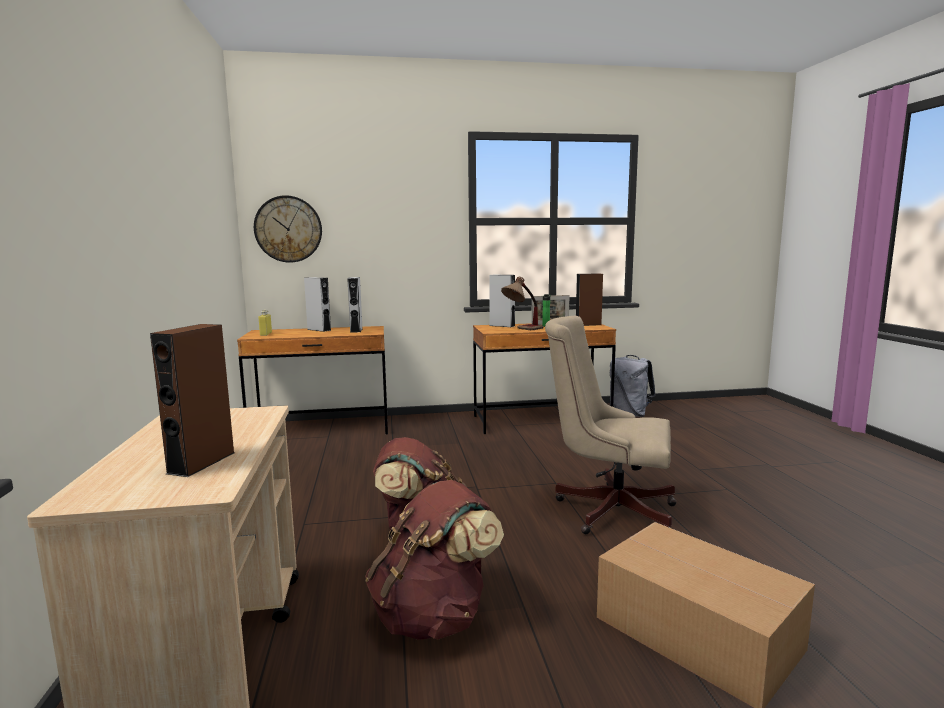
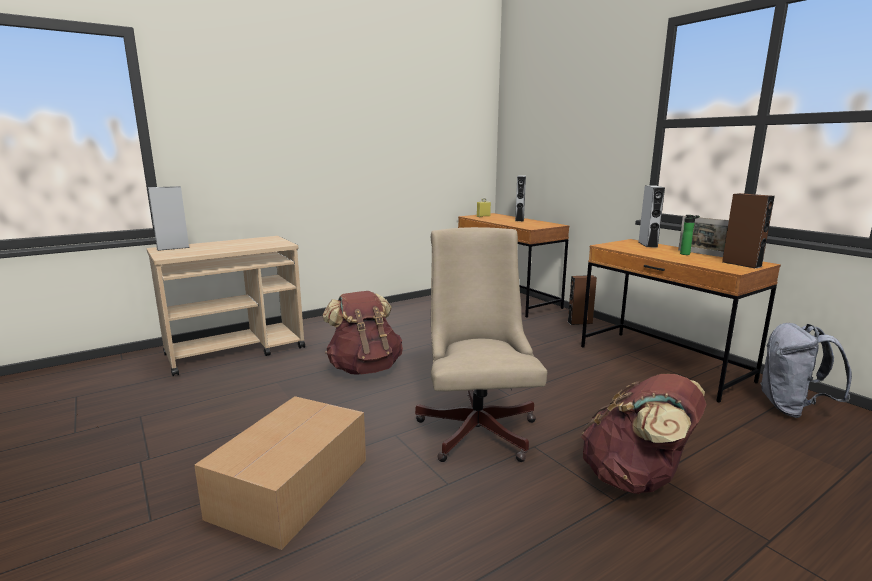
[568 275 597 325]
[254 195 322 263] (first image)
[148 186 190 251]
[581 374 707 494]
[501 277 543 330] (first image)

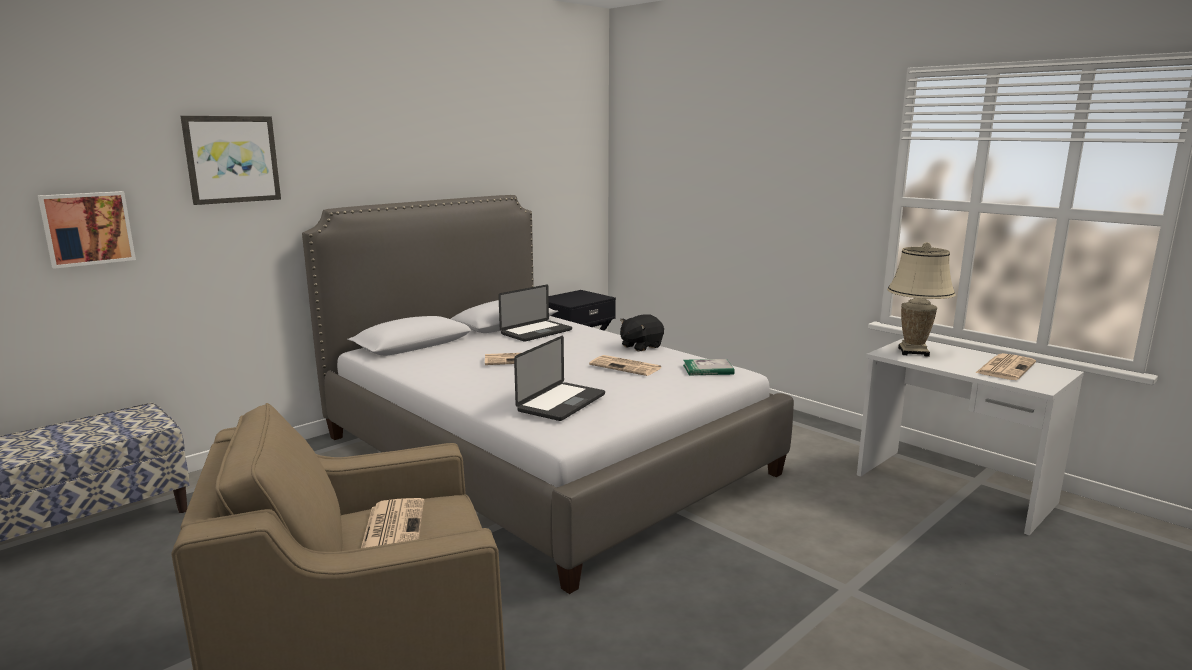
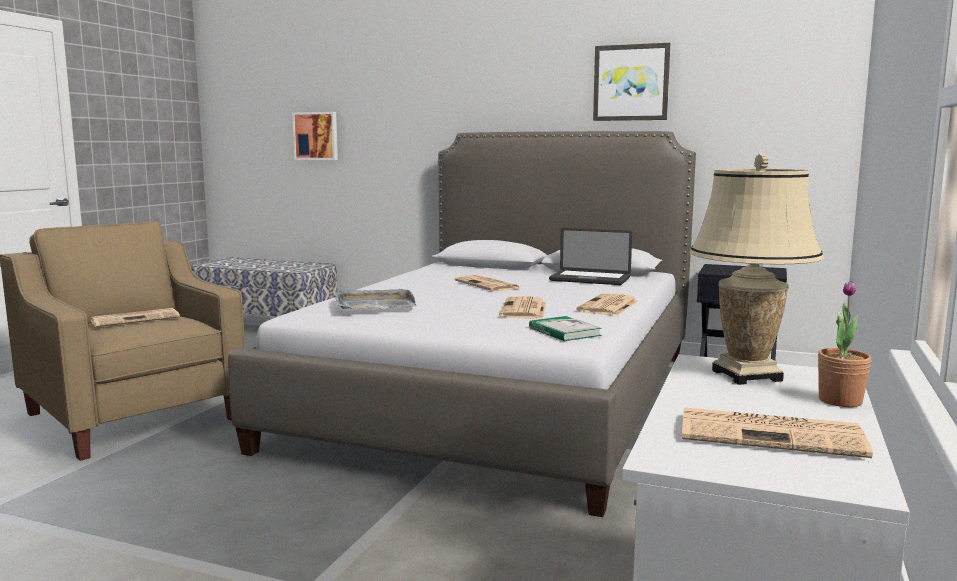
[593 43 670 121]
[335 289 417 309]
[576 293 638 315]
[818 281 872 407]

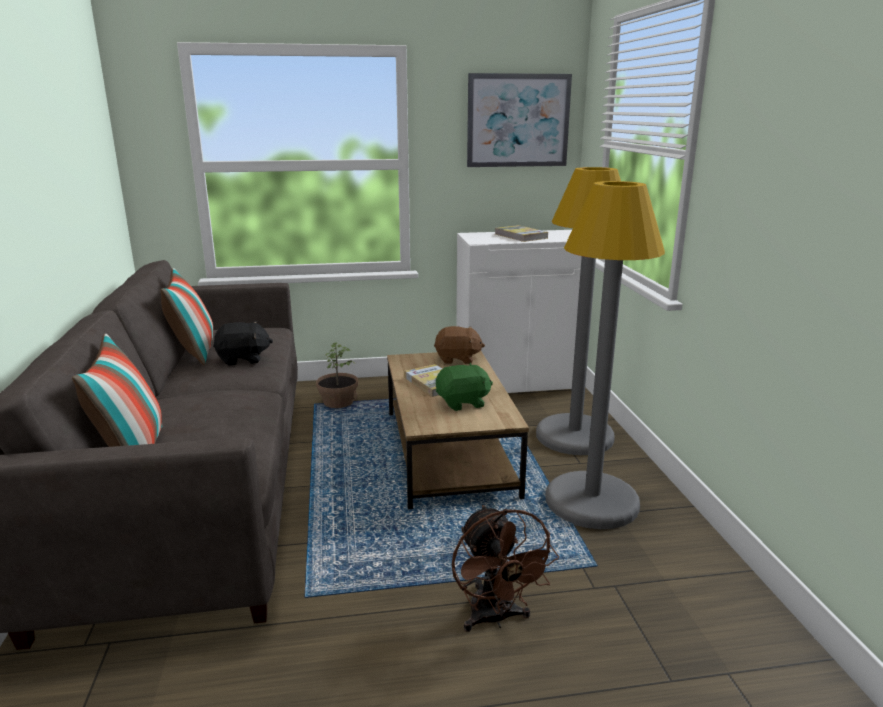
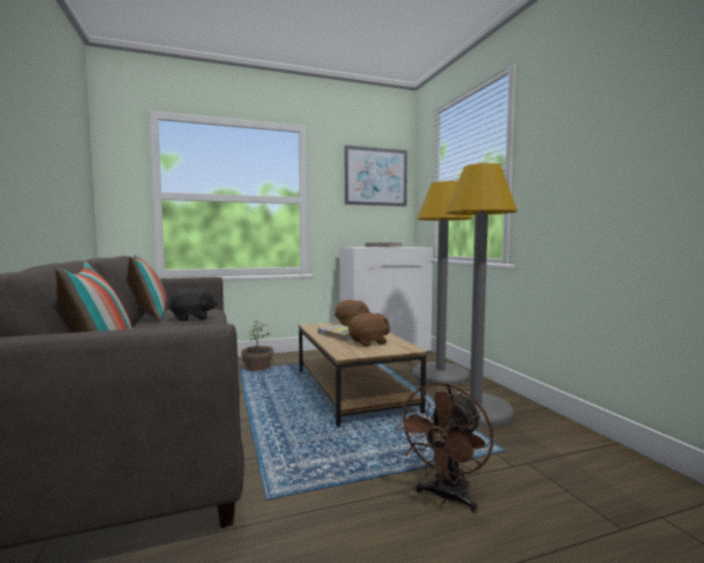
[348 313 390 346]
[396 383 493 513]

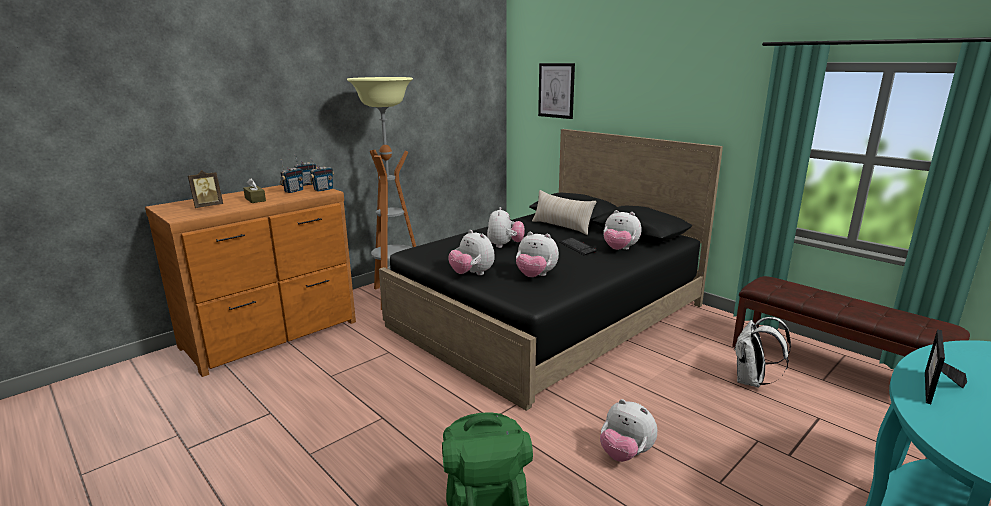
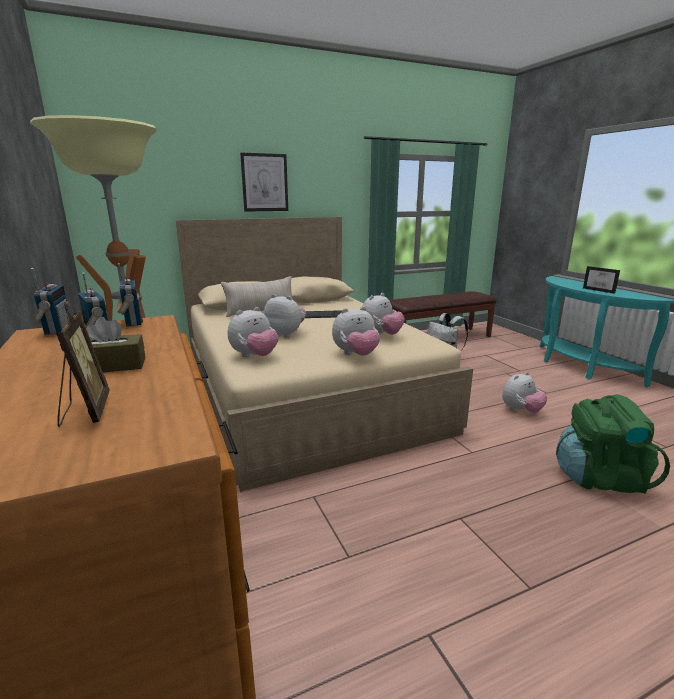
[176 217 473 492]
[240 153 288 212]
[228 307 279 357]

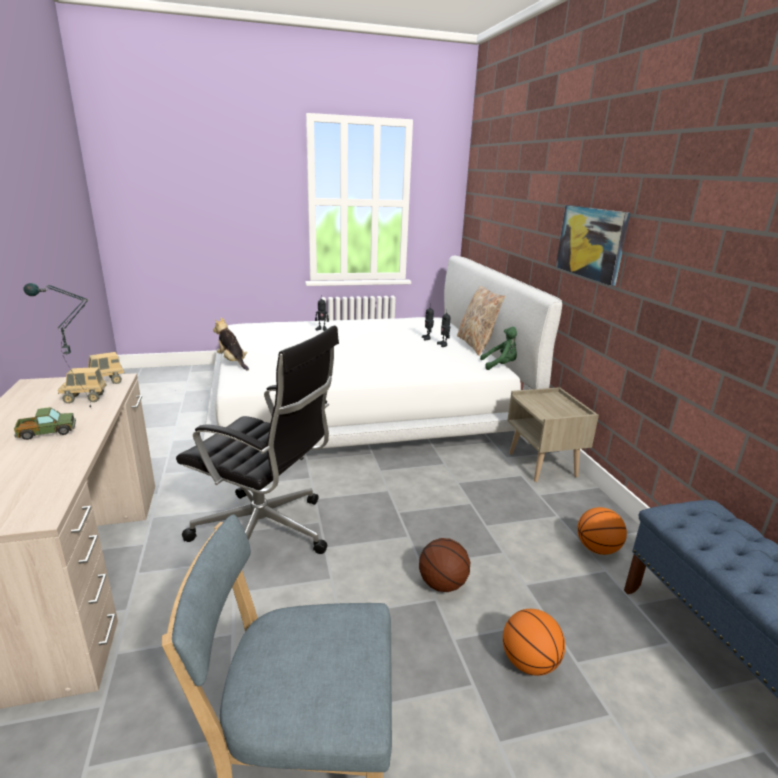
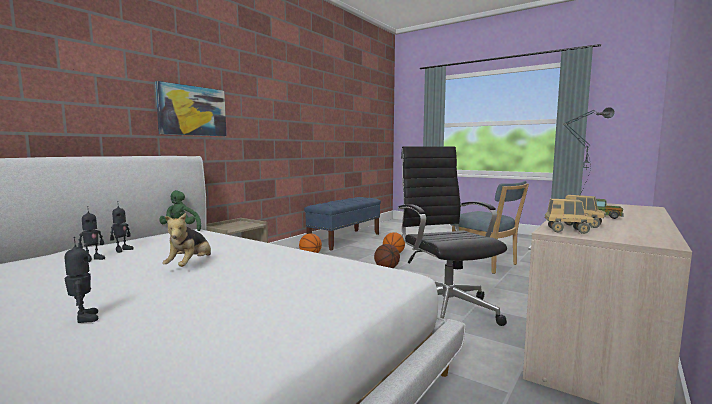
[162 213 211 267]
[457 286 506 356] (first image)

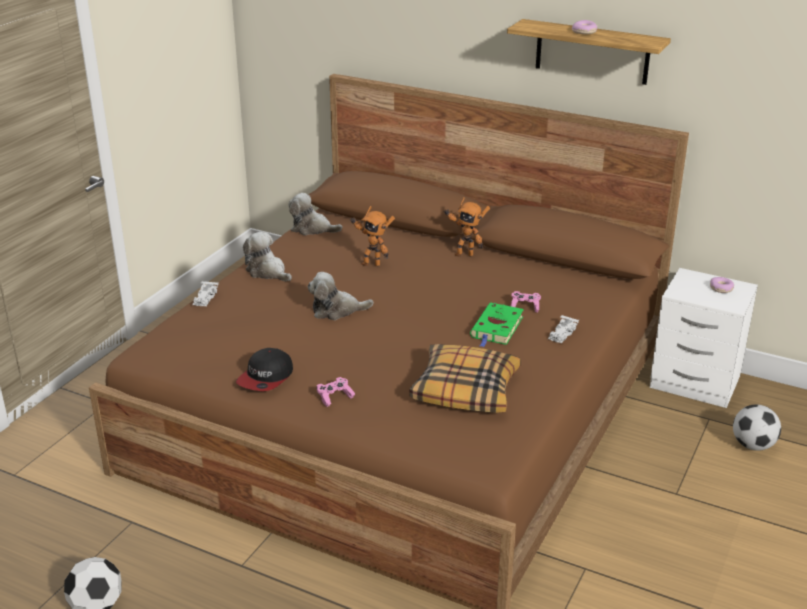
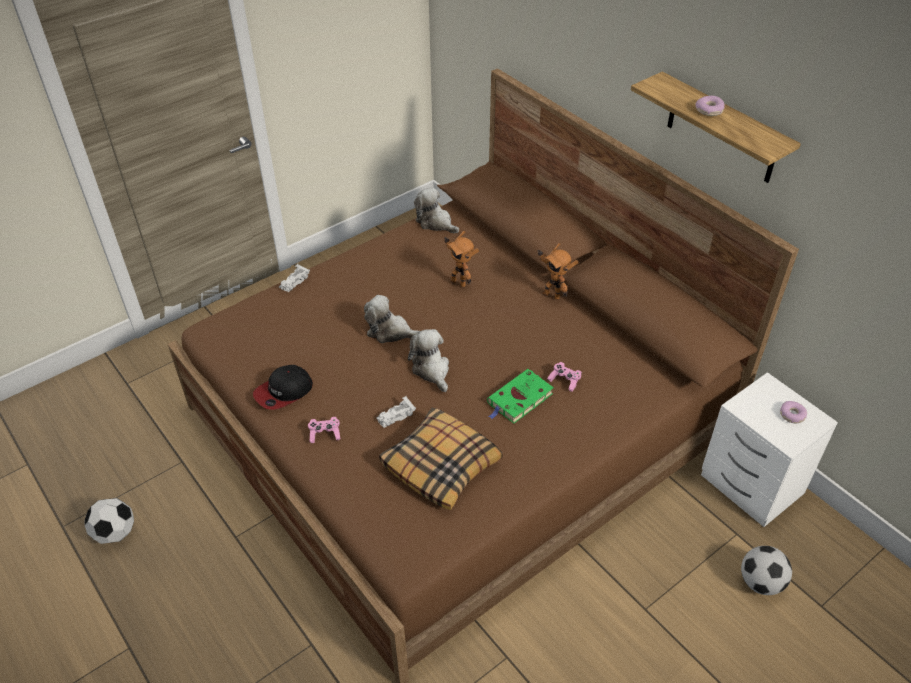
[408 329 449 392]
[376 396 416 428]

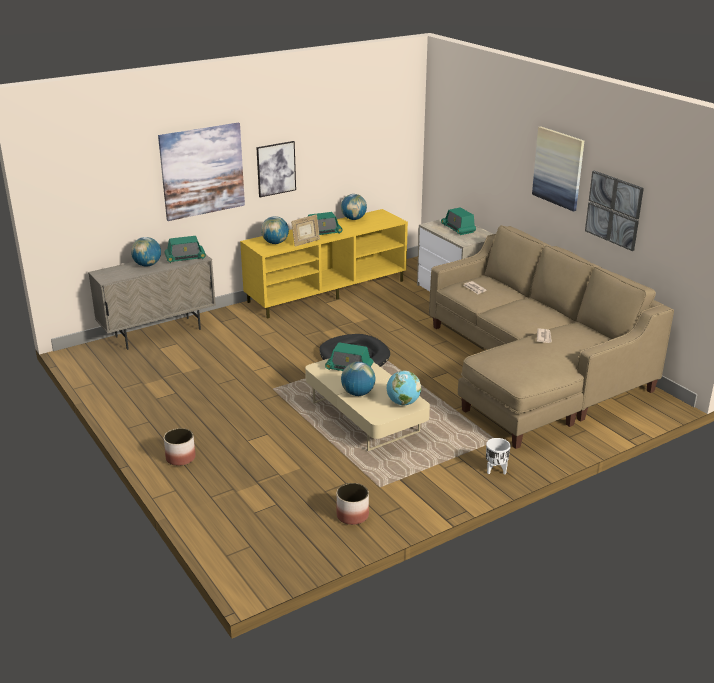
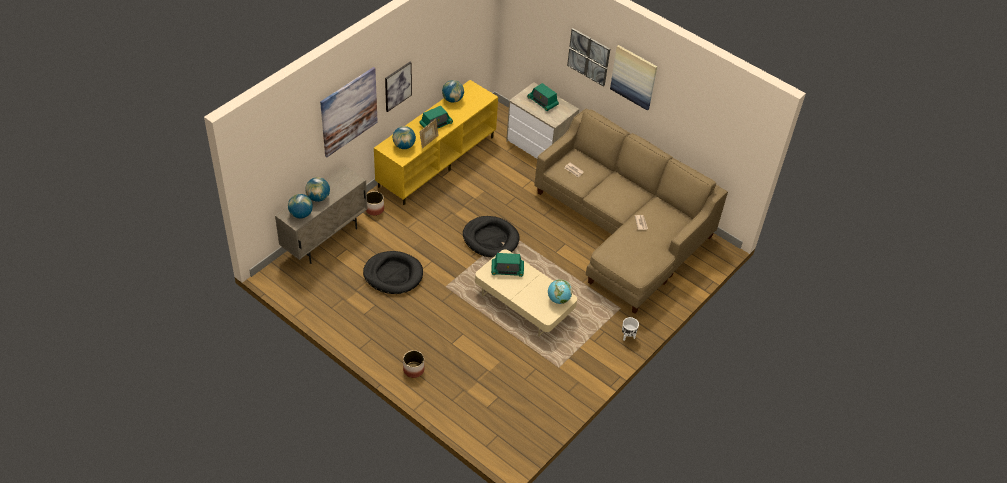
[164 236 206 263] (first image)
[366 191 384 216]
[288 194 313 218]
[567 28 610 87]
[363 251 423 294]

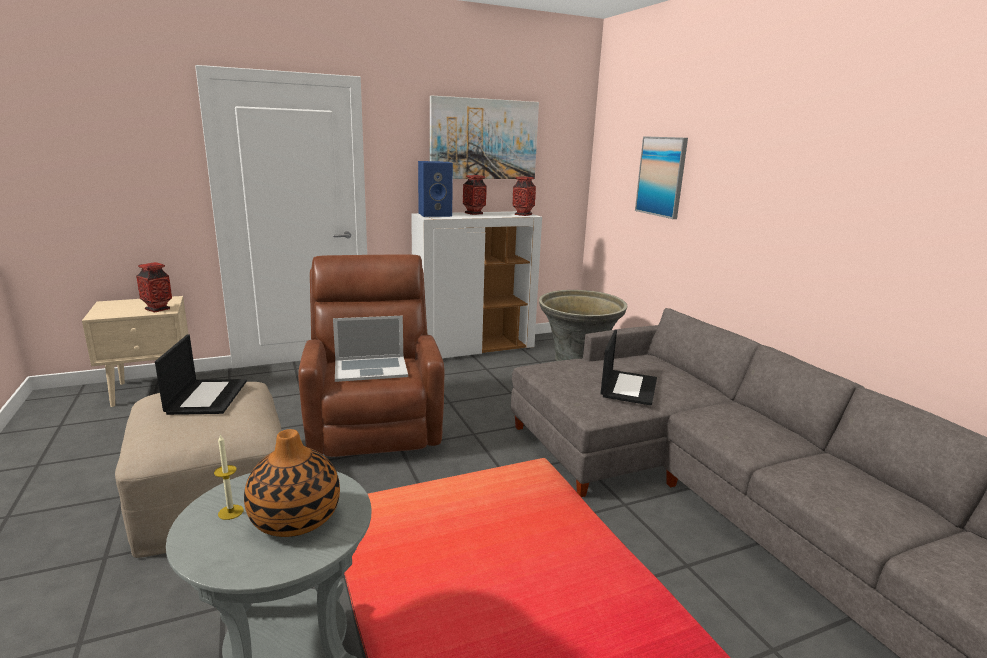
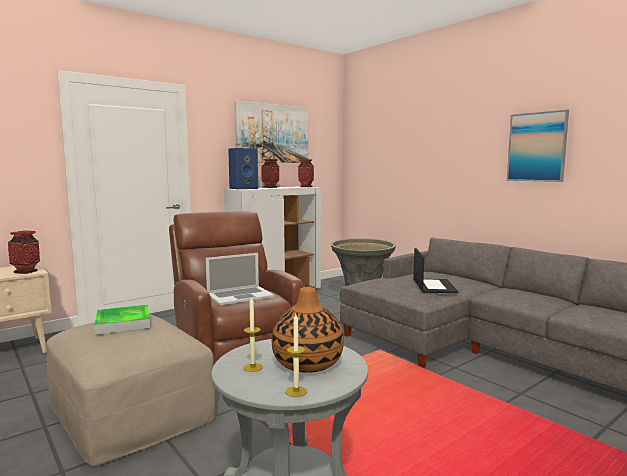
[94 305 150 335]
[507 110 569 182]
[285 314 307 397]

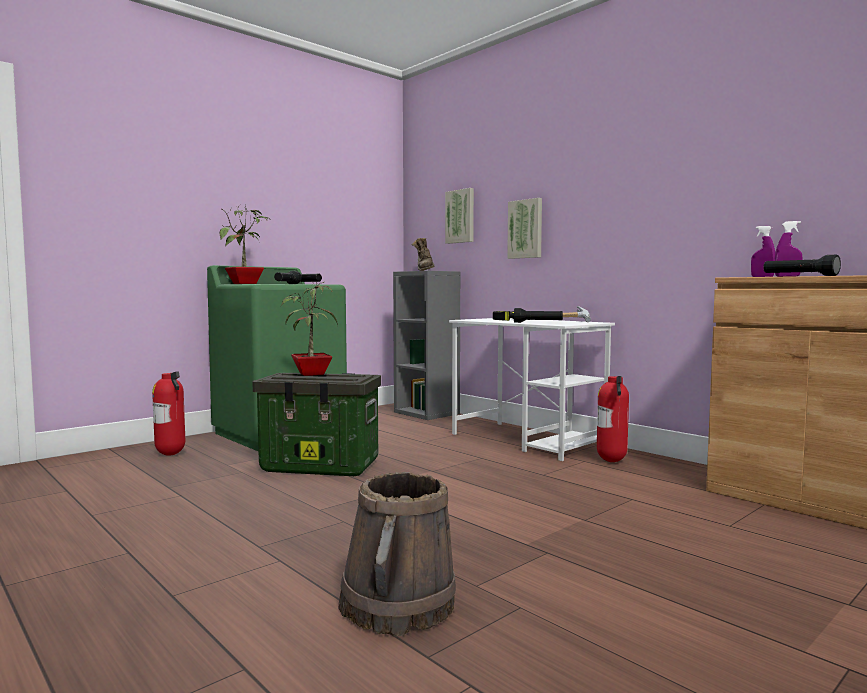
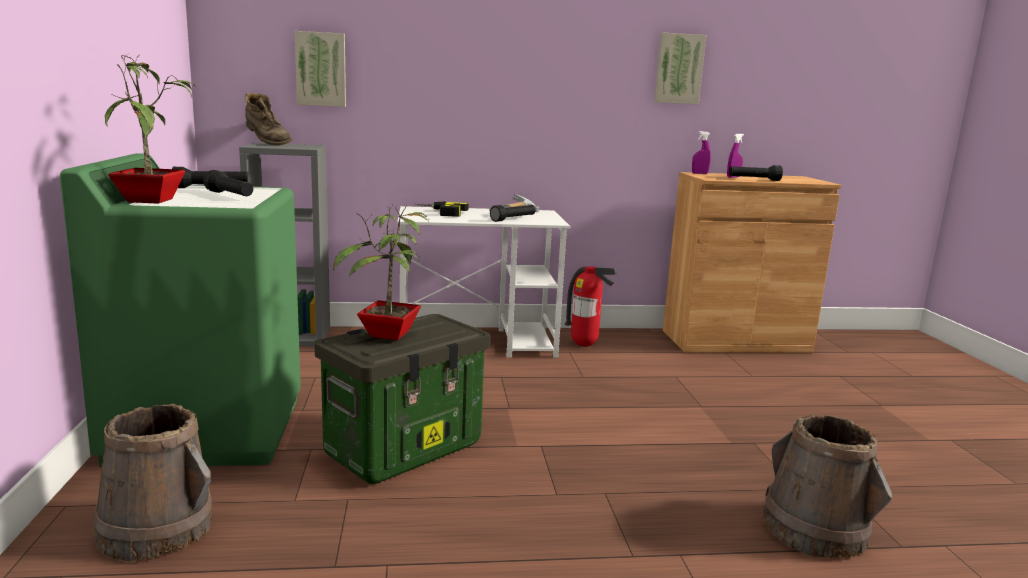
[93 404 212 562]
[654 33 706 104]

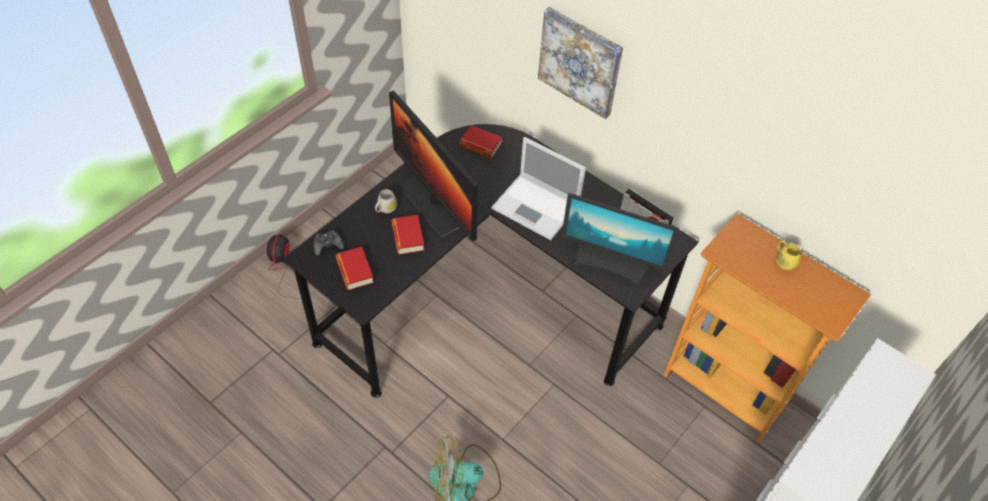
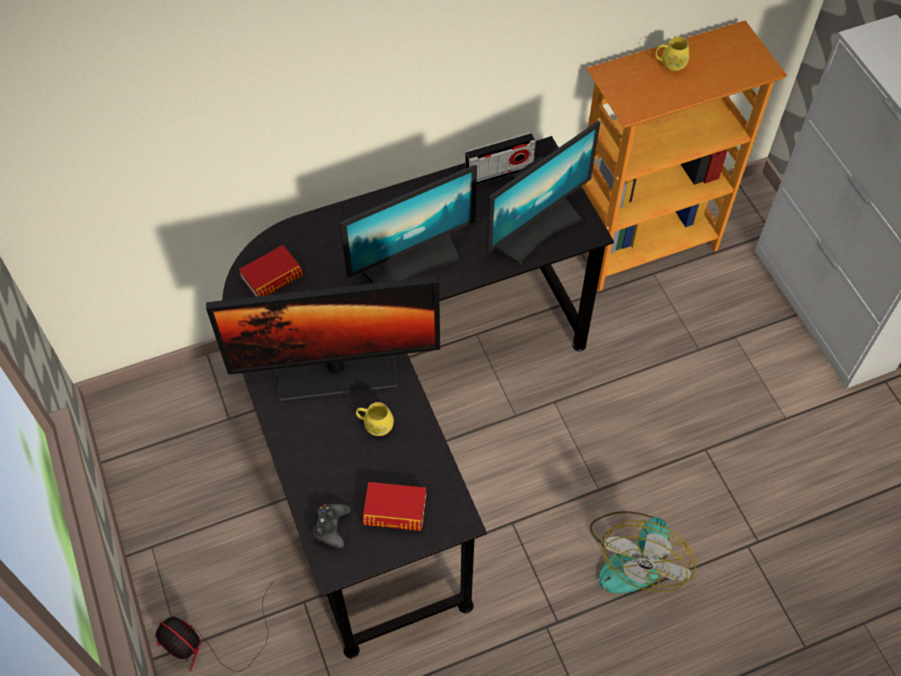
[375 189 397 213] (first image)
[356 402 394 436]
[340 165 477 283]
[538 7 623 119] (first image)

